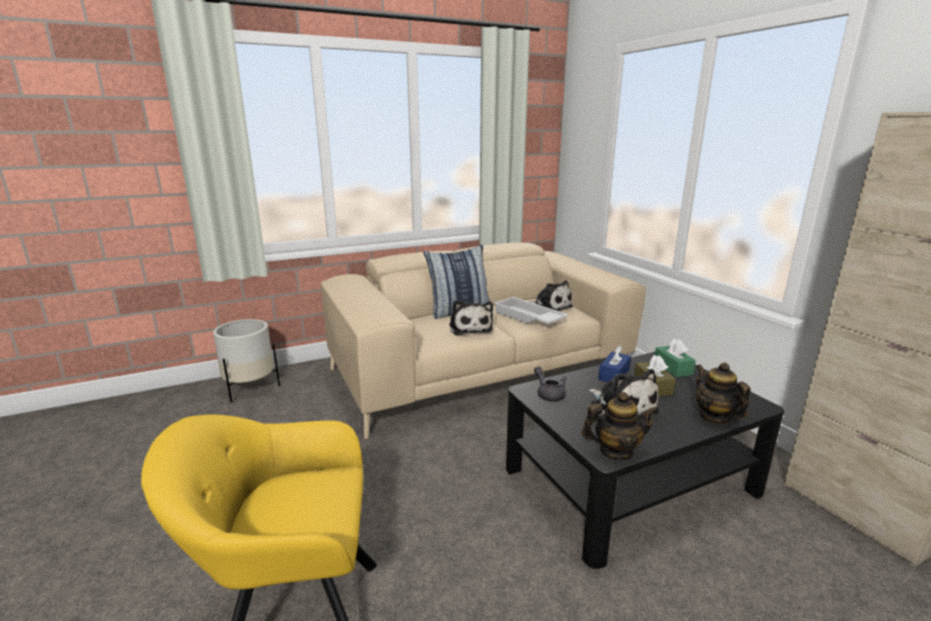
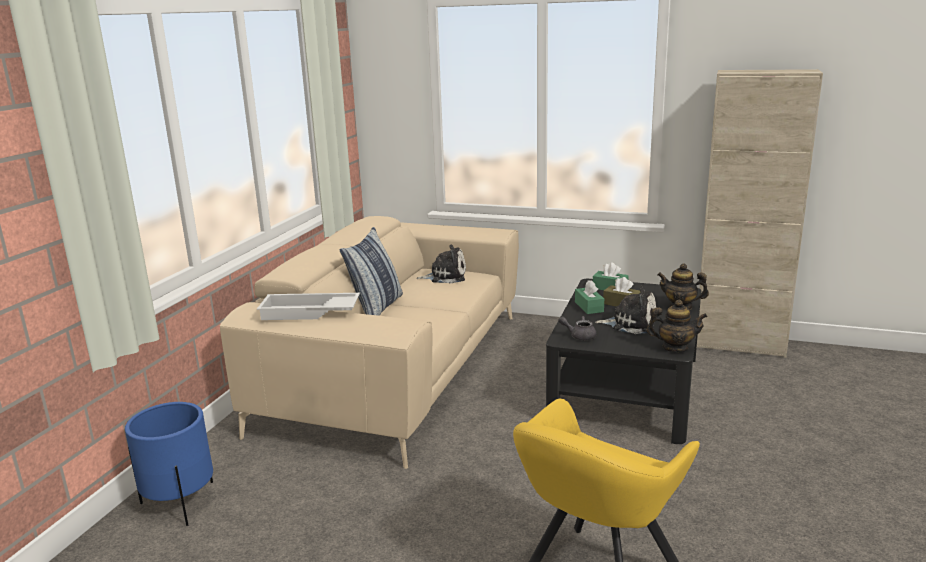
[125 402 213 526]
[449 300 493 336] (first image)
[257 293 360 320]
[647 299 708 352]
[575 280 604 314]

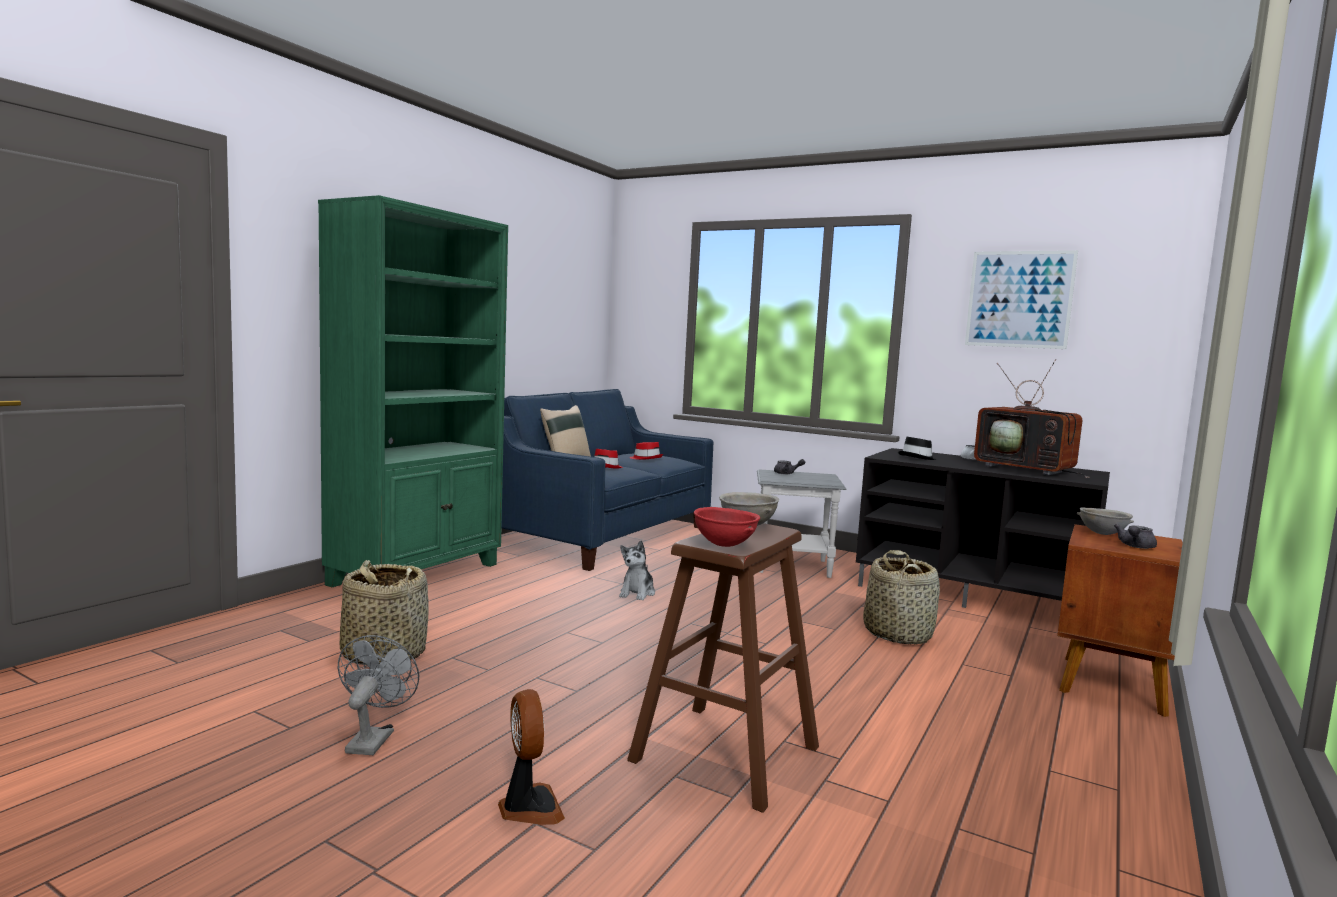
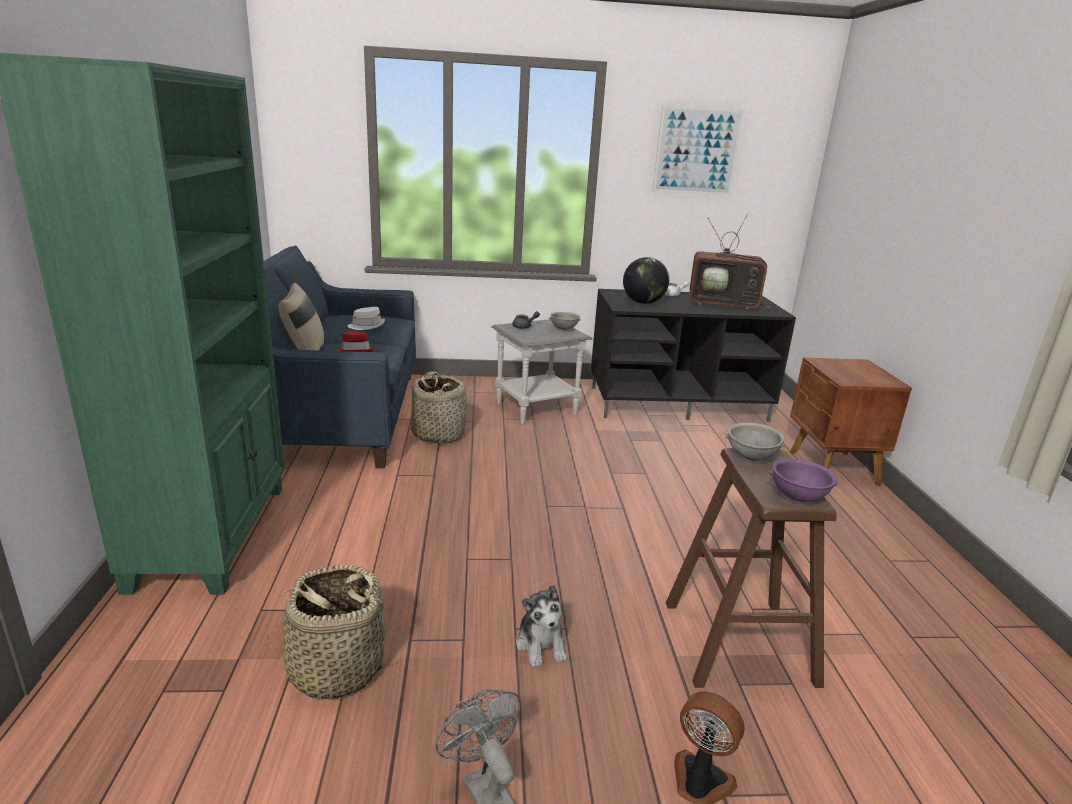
[516 585 567 667]
[348 307 385 330]
[768 459 838 502]
[410 371 467 444]
[623 257 669 304]
[549 312 581 330]
[1114 524 1157 549] (first image)

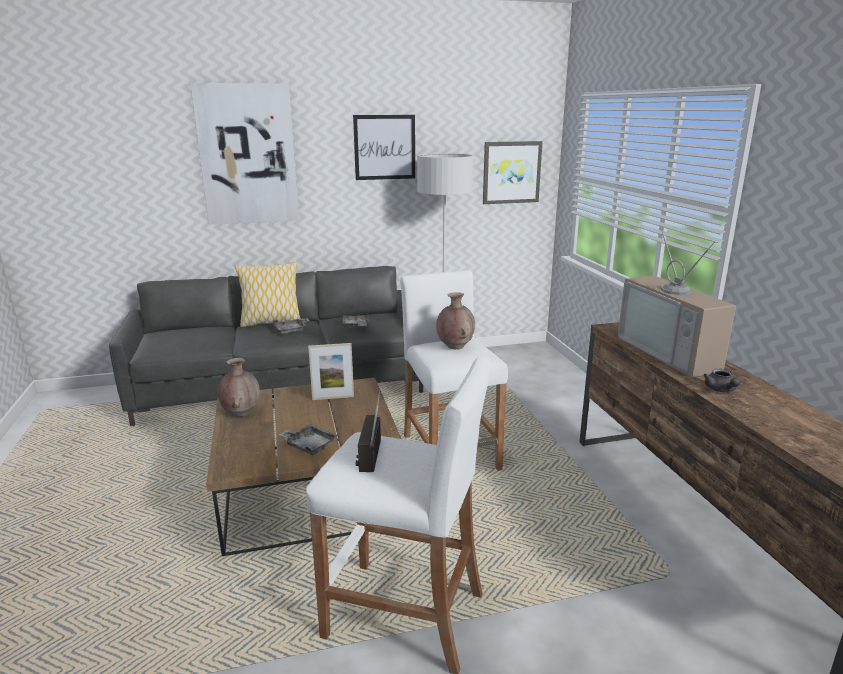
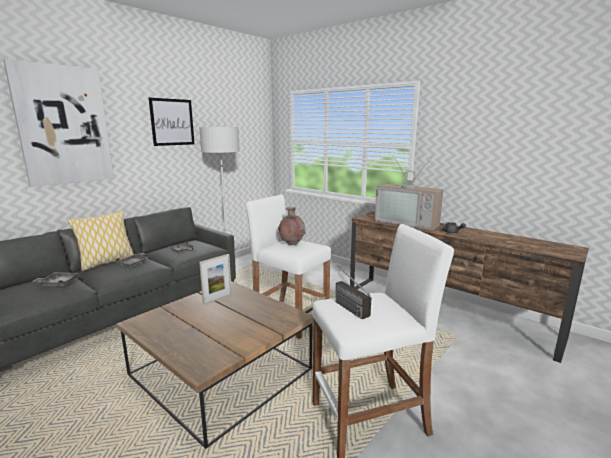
[218 358 260 417] (first image)
[33 272 79 286]
[483 141 543 204] (first image)

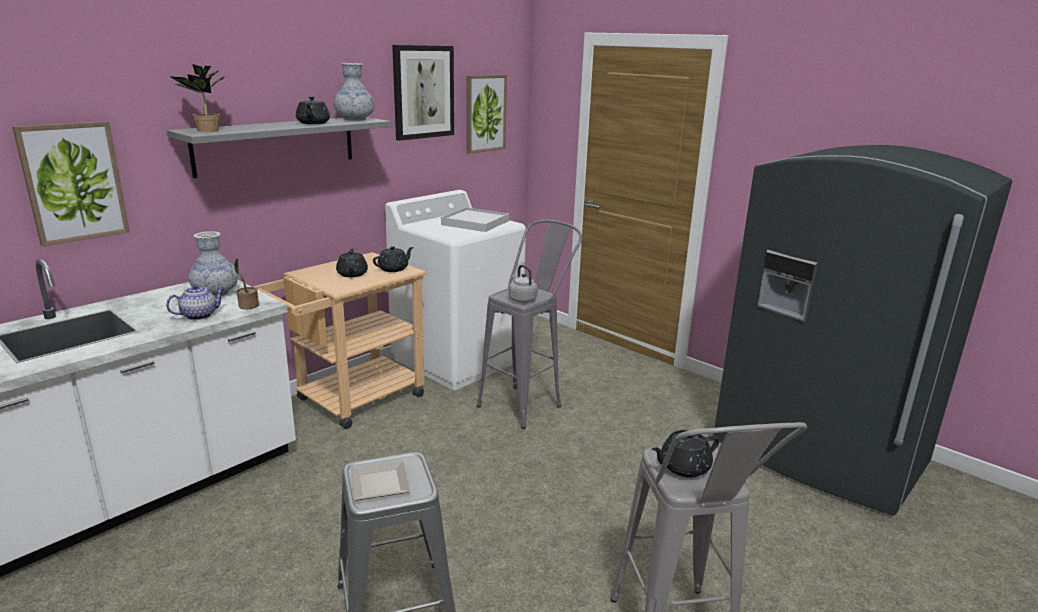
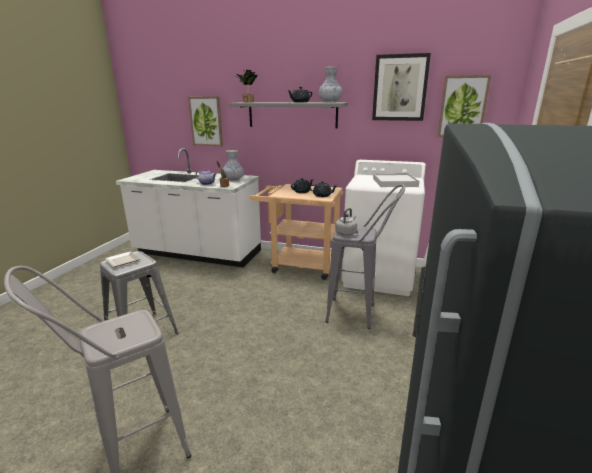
[652 430 720 477] (first image)

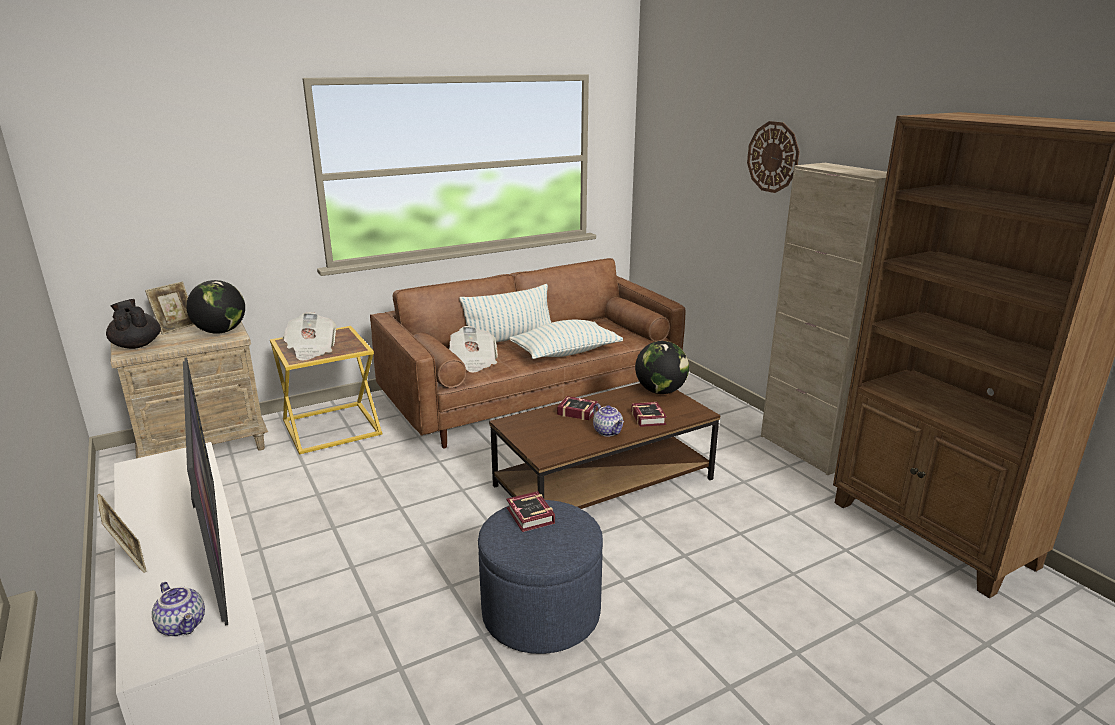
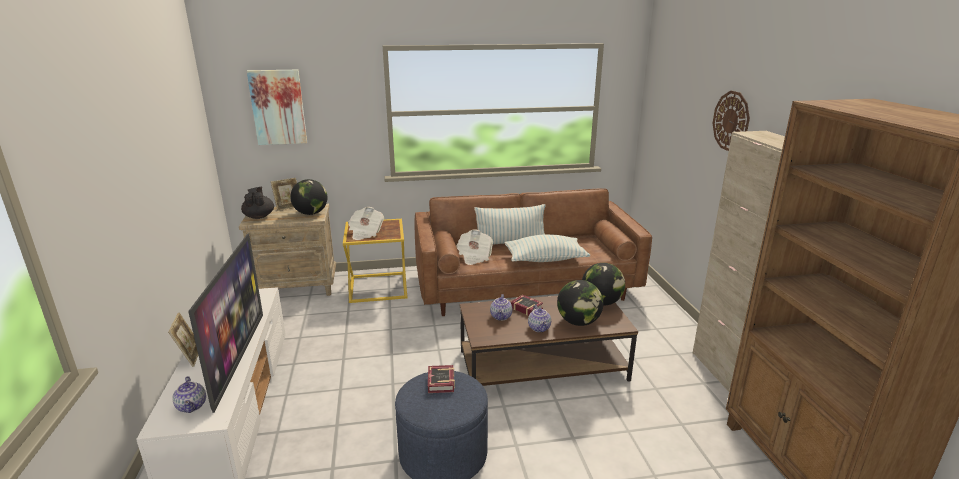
[557 280 604 326]
[247 70 307 145]
[490 294 512 321]

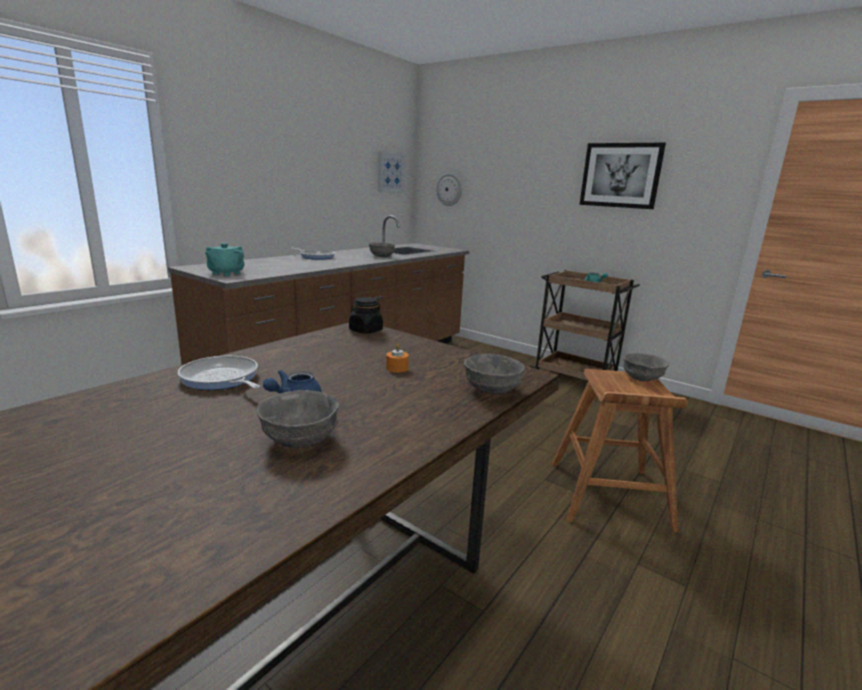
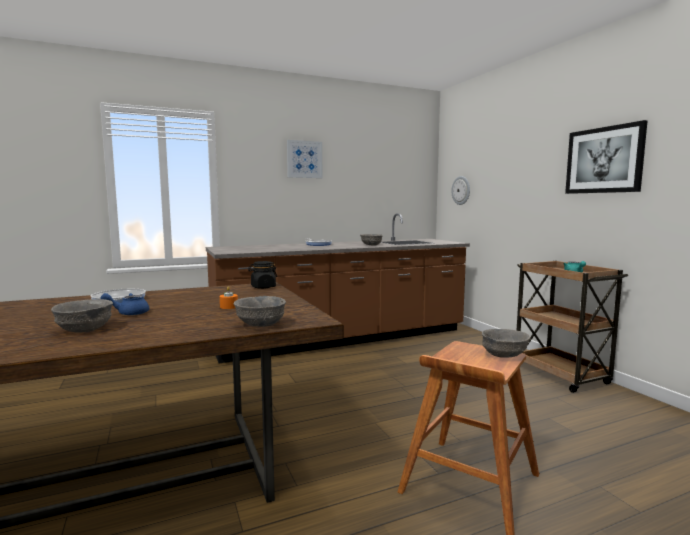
[205 243 245 276] (first image)
[287 140 322 178]

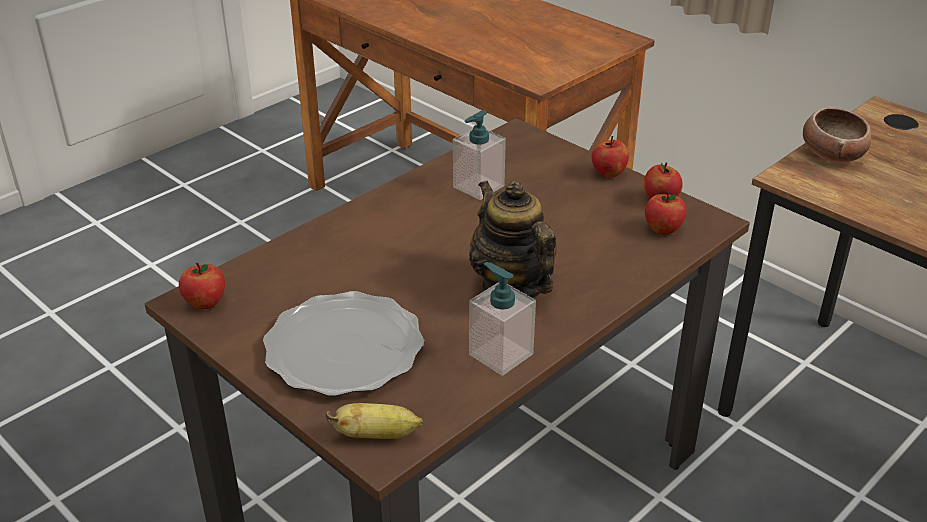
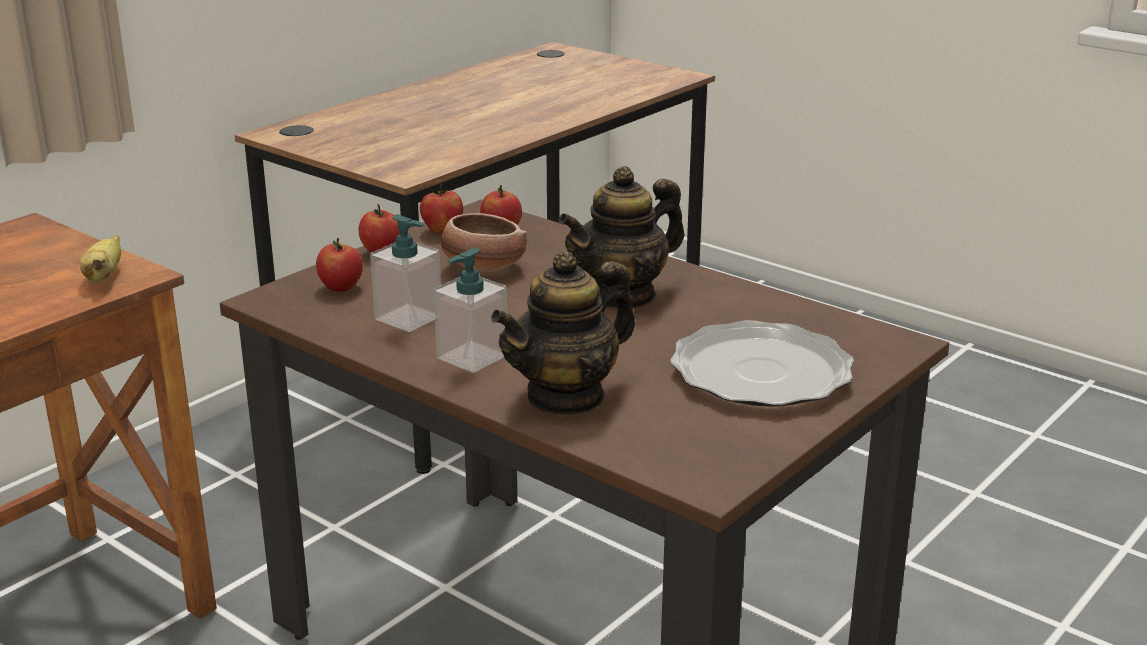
[316 238 363 292]
[80 236 121 283]
[433 248 507 373]
[440 213 527 272]
[491 251 635 417]

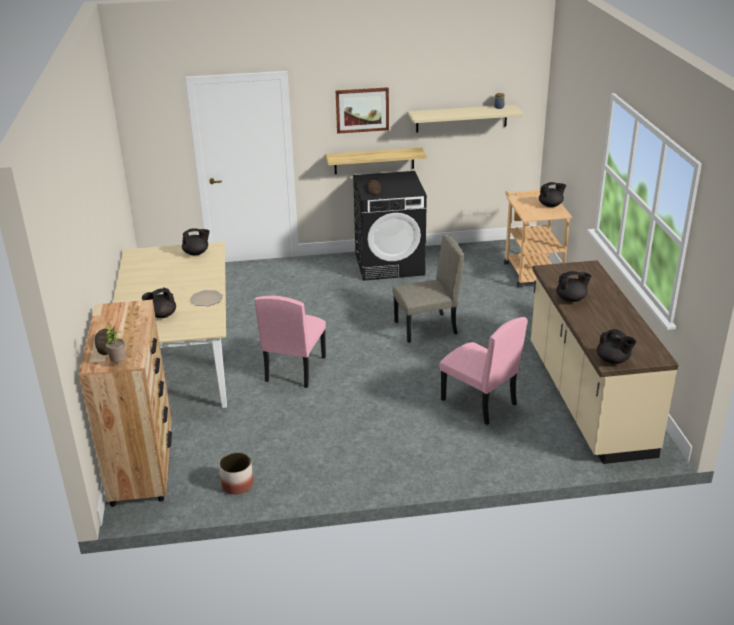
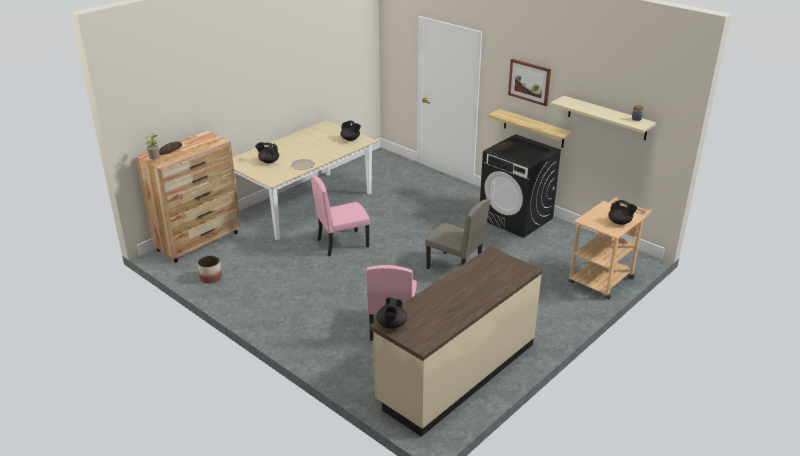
[556 271 591 302] (first image)

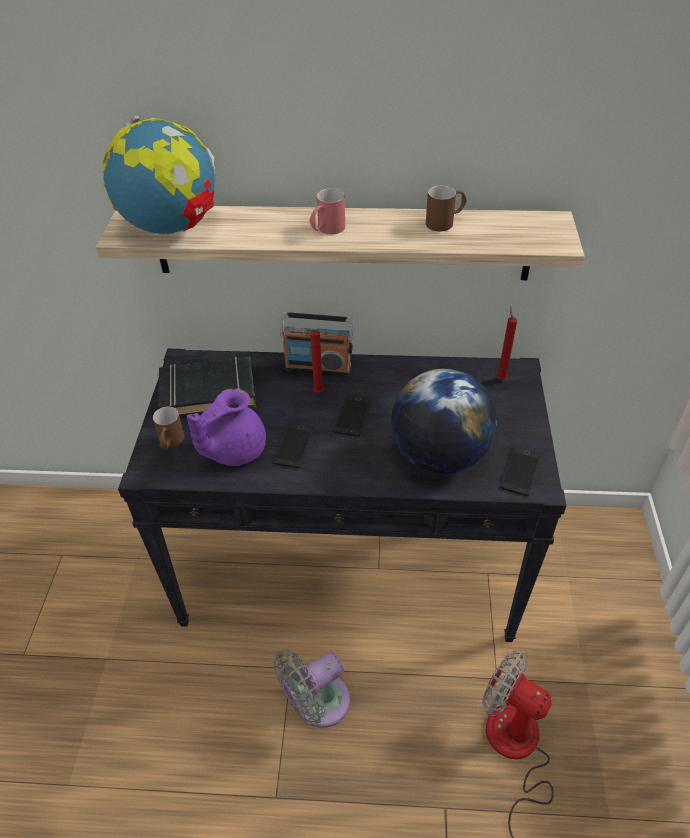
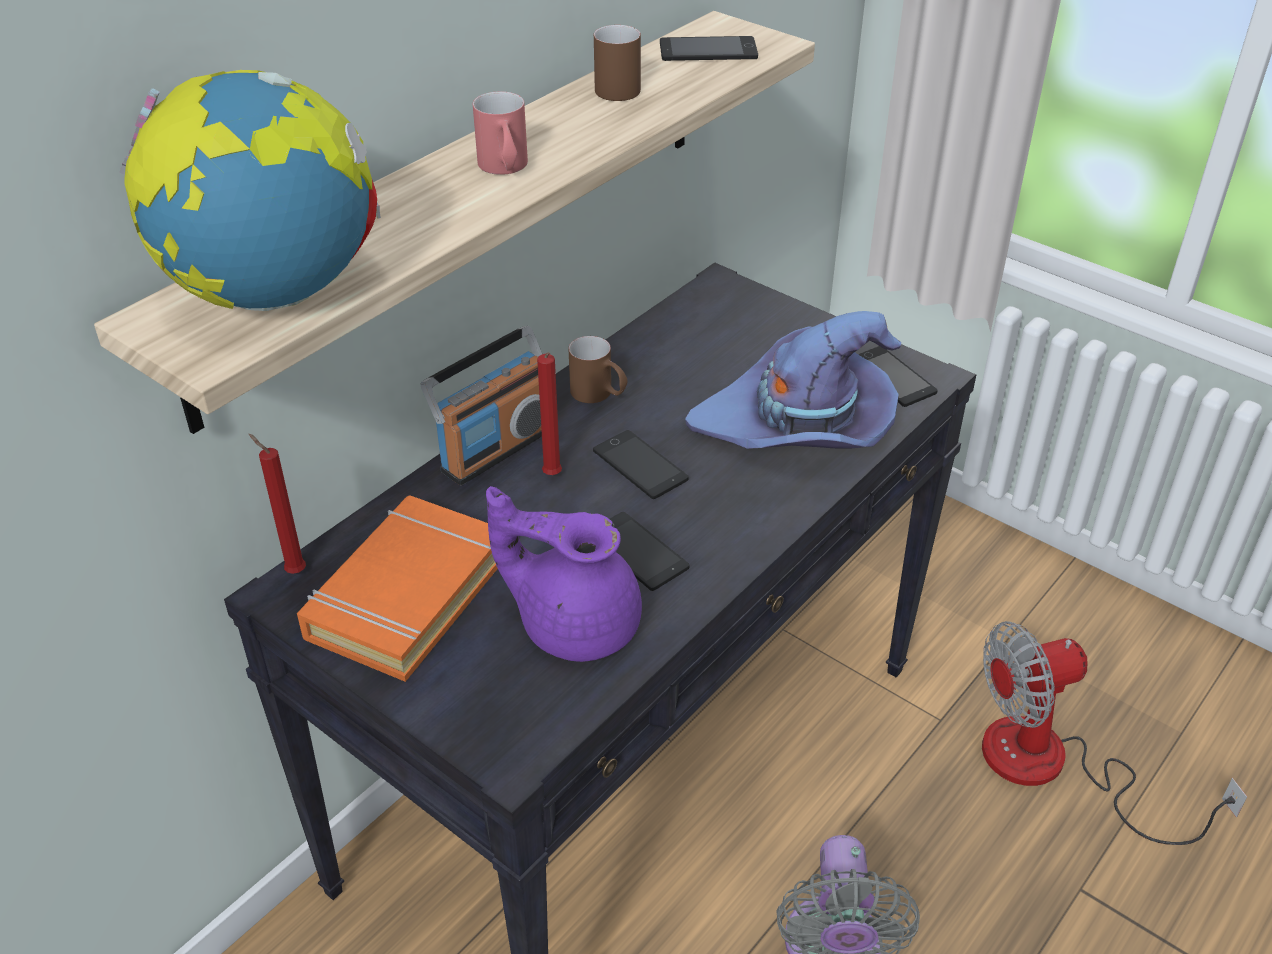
[568 336 628 403]
[297 496 498 682]
[486 486 642 662]
[685 311 901 449]
[248 434 306 574]
[660 36 758 61]

